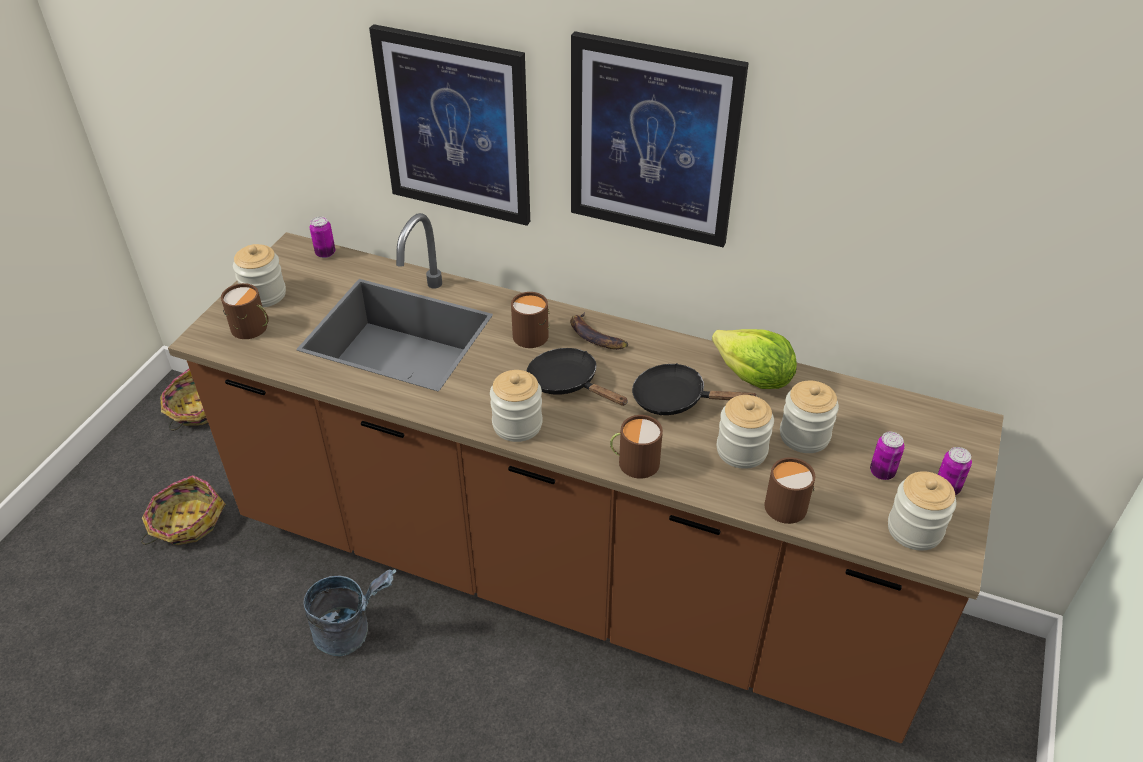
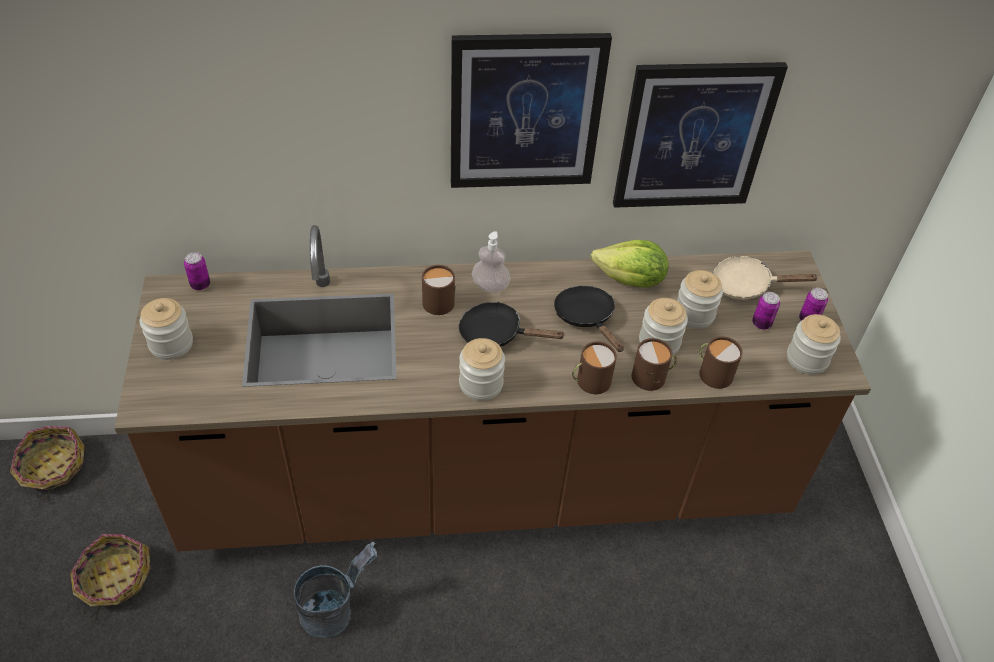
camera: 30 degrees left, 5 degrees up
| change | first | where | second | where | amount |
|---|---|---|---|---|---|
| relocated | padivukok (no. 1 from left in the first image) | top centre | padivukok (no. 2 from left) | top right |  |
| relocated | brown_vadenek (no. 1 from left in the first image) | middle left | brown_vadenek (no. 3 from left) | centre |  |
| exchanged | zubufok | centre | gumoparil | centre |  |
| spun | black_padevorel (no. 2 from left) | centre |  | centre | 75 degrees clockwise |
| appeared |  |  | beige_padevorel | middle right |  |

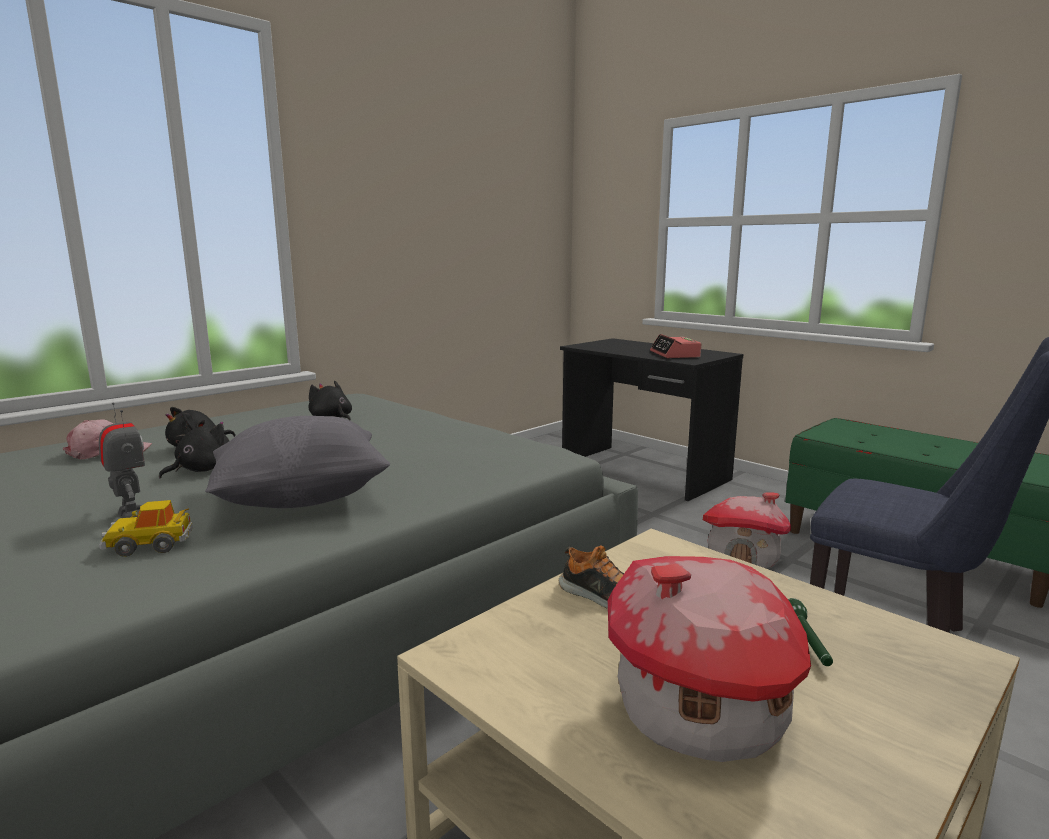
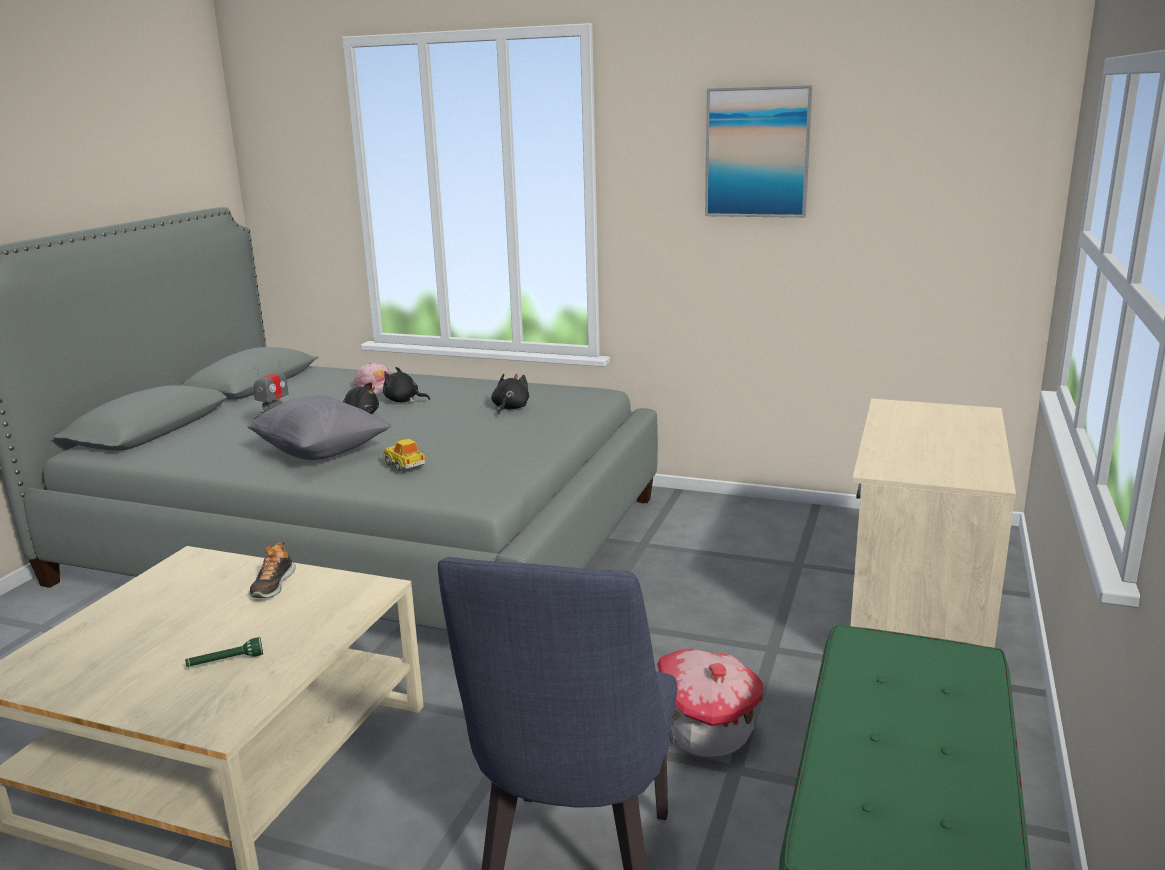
camera: 65 degrees right, 5 degrees up
| change | first | where | second | where | amount |
|---|---|---|---|---|---|
| missing | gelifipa | centre |  |  |  |
| colour | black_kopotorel | centre | beige_kopotorel | middle right |  |
| relocated | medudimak | middle left |  | centre |  |
| missing | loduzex (no. 1 from left) | bottom right |  |  |  |
| appeared |  |  | padivukok | top centre |  |

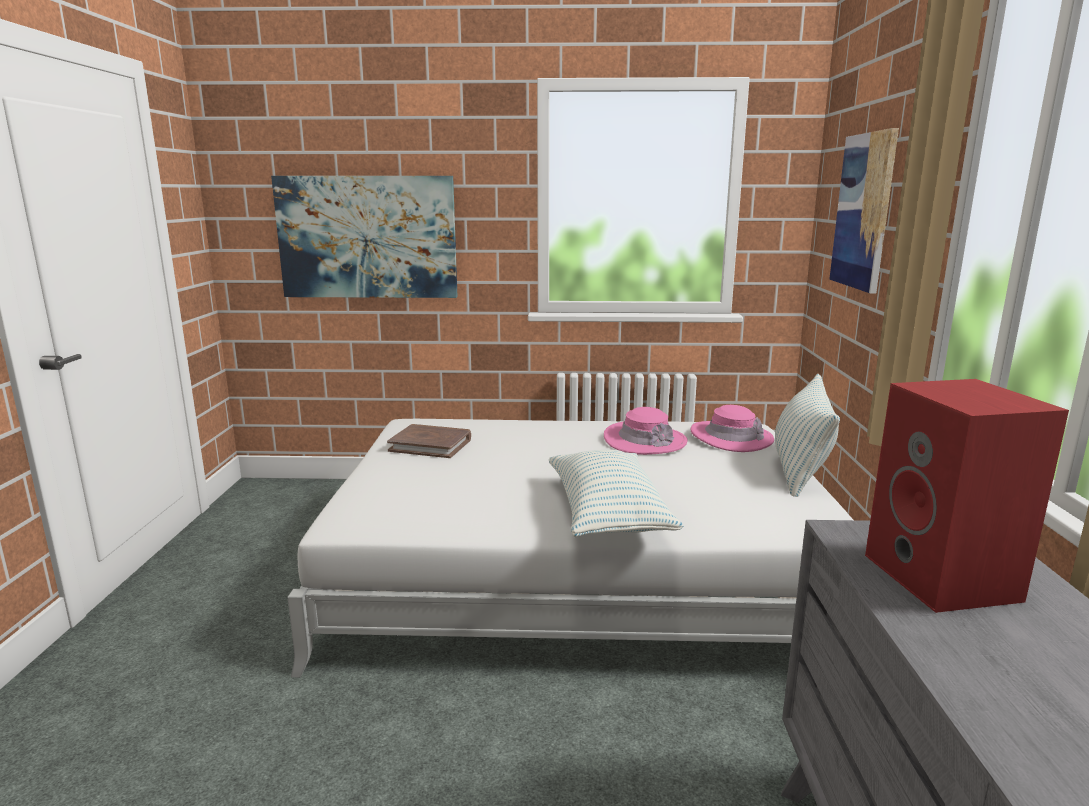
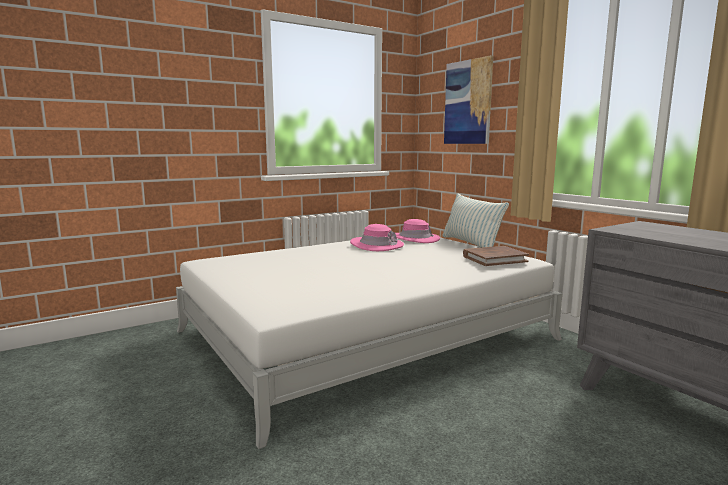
camera: 35 degrees left, 5 degrees down
| change | first | where | second | where | amount |
|---|---|---|---|---|---|
| missing | padivukok (no. 1 from left) | top centre |  |  |  |
| missing | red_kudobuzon | middle right |  |  |  |
| relocated | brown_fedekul | centre |  | middle right |  |
| missing | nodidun (no. 1 from left) | centre |  |  |  |

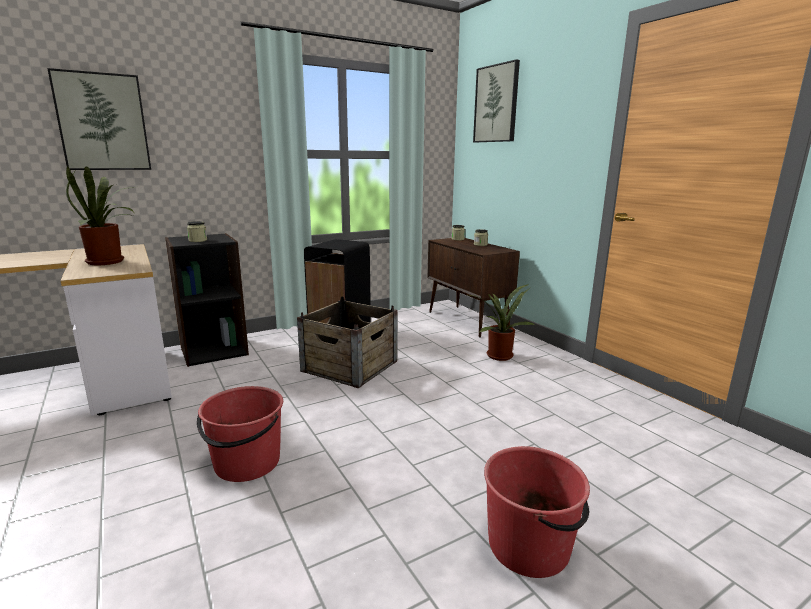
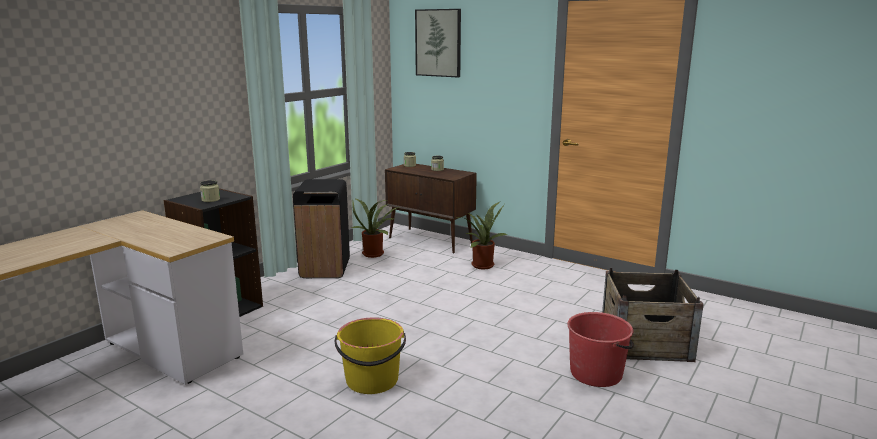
camera: 25 degrees left, 0 degrees up
| change | first | where | second | where | amount |
|---|---|---|---|---|---|
| missing | padivukok (no. 1 from left) | top left |  |  |  |
| relocated | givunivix (no. 1 from left) | middle left |  | centre |  |
| relocated | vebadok | centre |  | bottom right |  |
| colour | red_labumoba (no. 1 from left) | bottom left | yellow_labumoba | bottom centre |  |

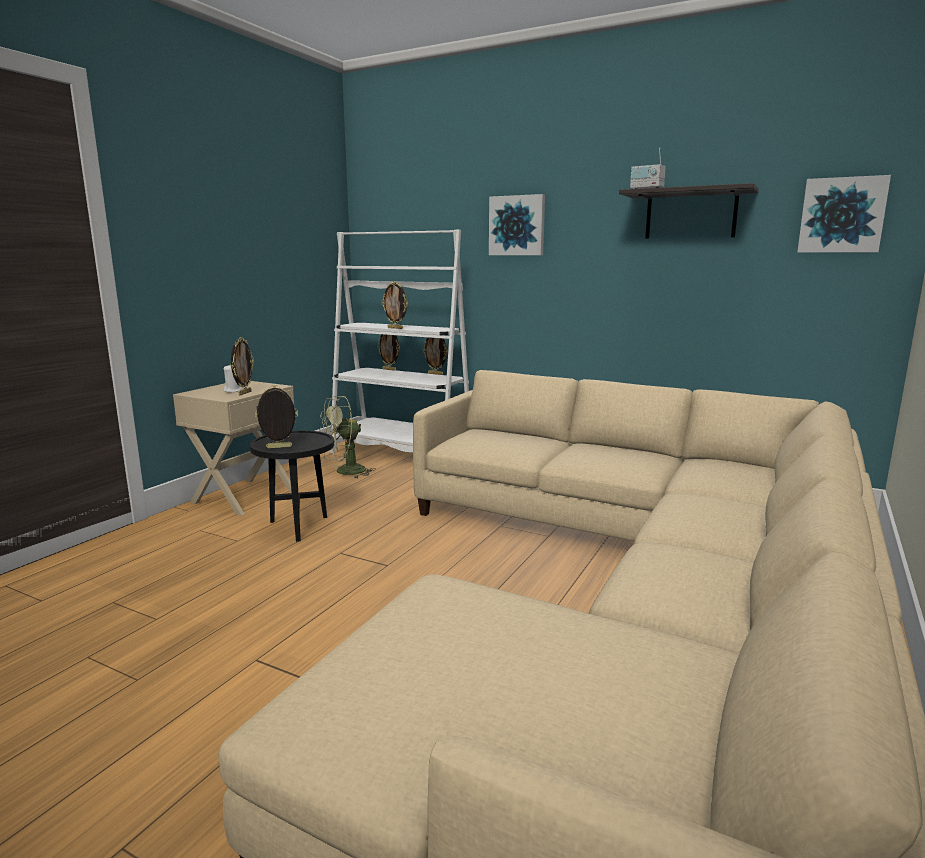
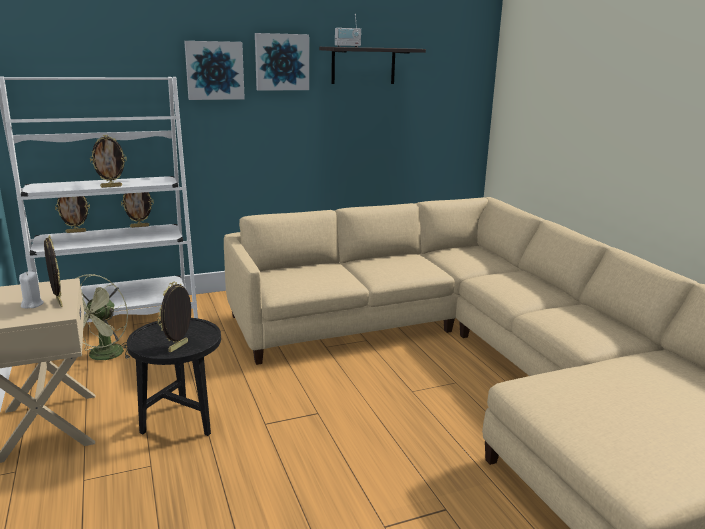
camera: 50 degrees left, 5 degrees up
| change | first | where | second | where | amount |
|---|---|---|---|---|---|
| relocated | padivukok (no. 2 from left) | top right |  | top centre |  |

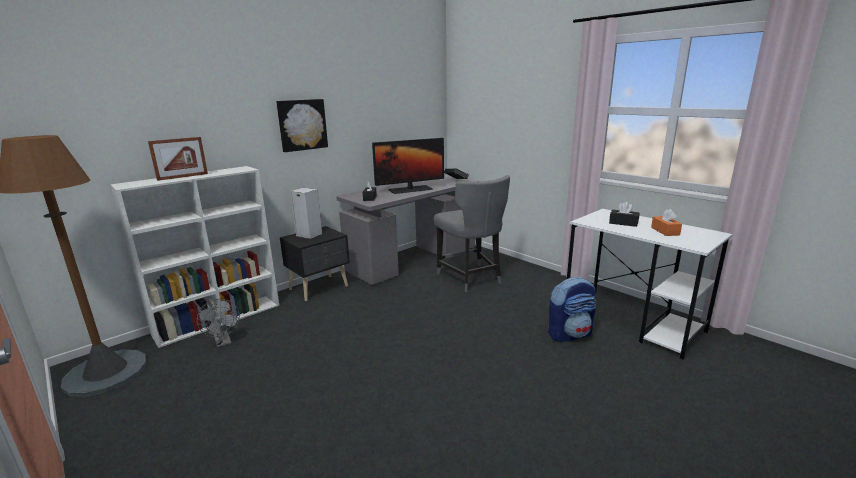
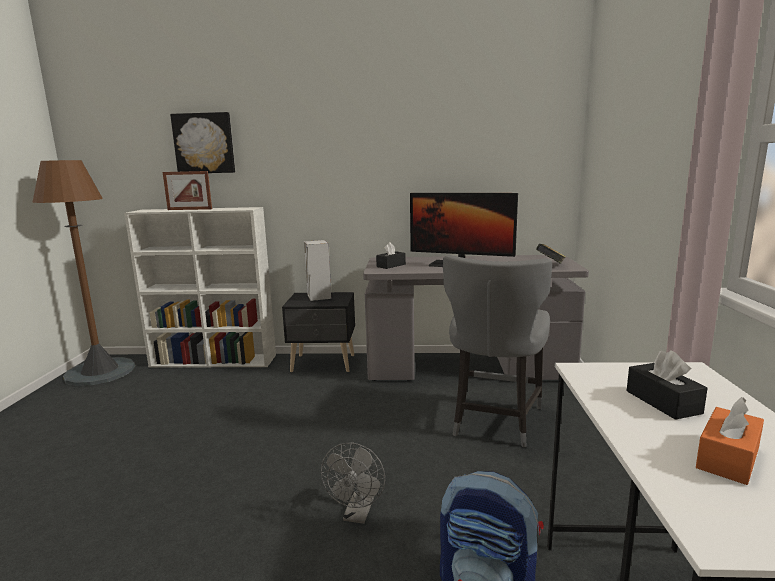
camera: 45 degrees right, 5 degrees down
| change | first | where | second | where | amount |
|---|---|---|---|---|---|
| relocated | padivukok | top centre |  | top left |  |
| relocated | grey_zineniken | bottom left |  | bottom centre |  |

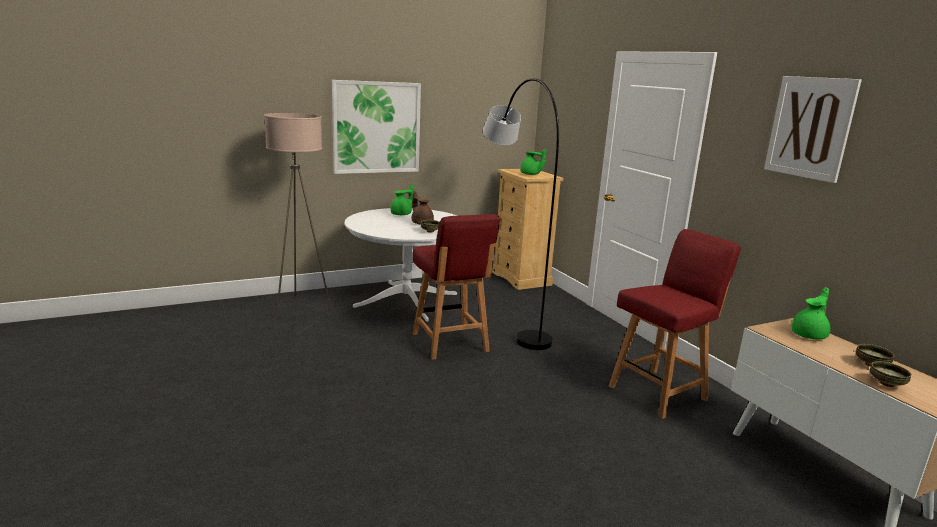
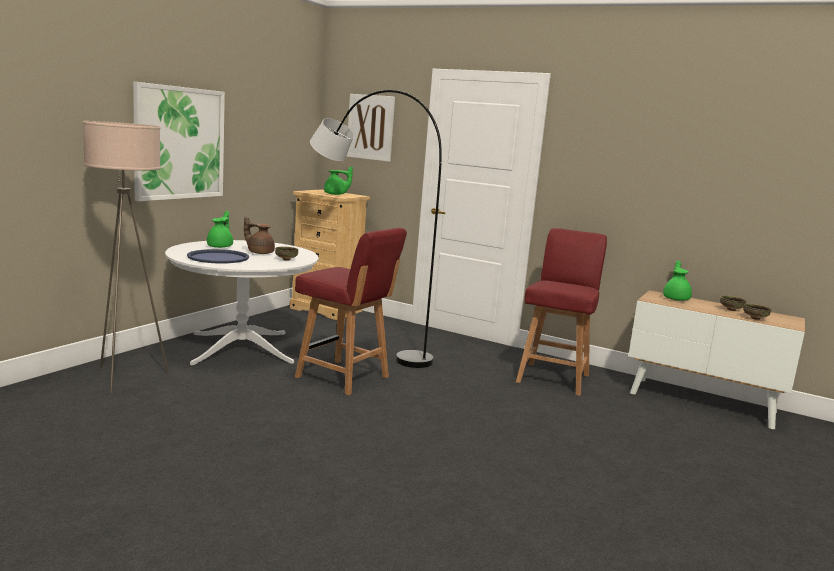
camera: 35 degrees left, 5 degrees down
| change | first | where | second | where | amount |
|---|---|---|---|---|---|
| relocated | padivukok (no. 2 from left) | top right |  | top centre |  |
| appeared |  |  | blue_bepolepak | middle left |  |

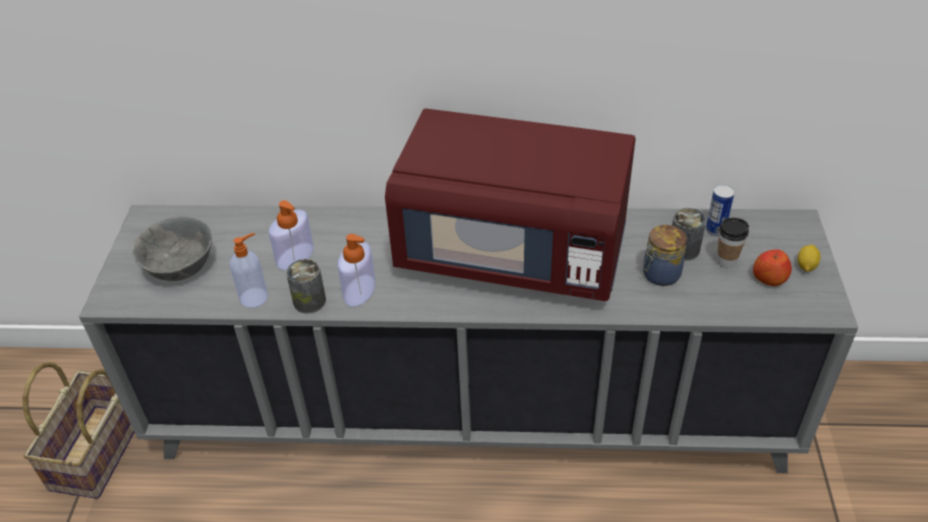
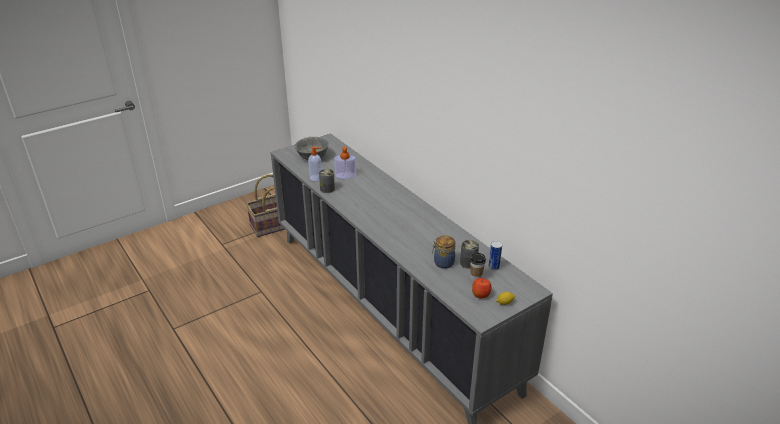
camera: 50 degrees right, 10 degrees down
| change | first | where | second | where | amount |
|---|---|---|---|---|---|
| missing | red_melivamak | centre |  |  |  |
| missing | gumoparil (no. 3 from left) | centre |  |  |  |

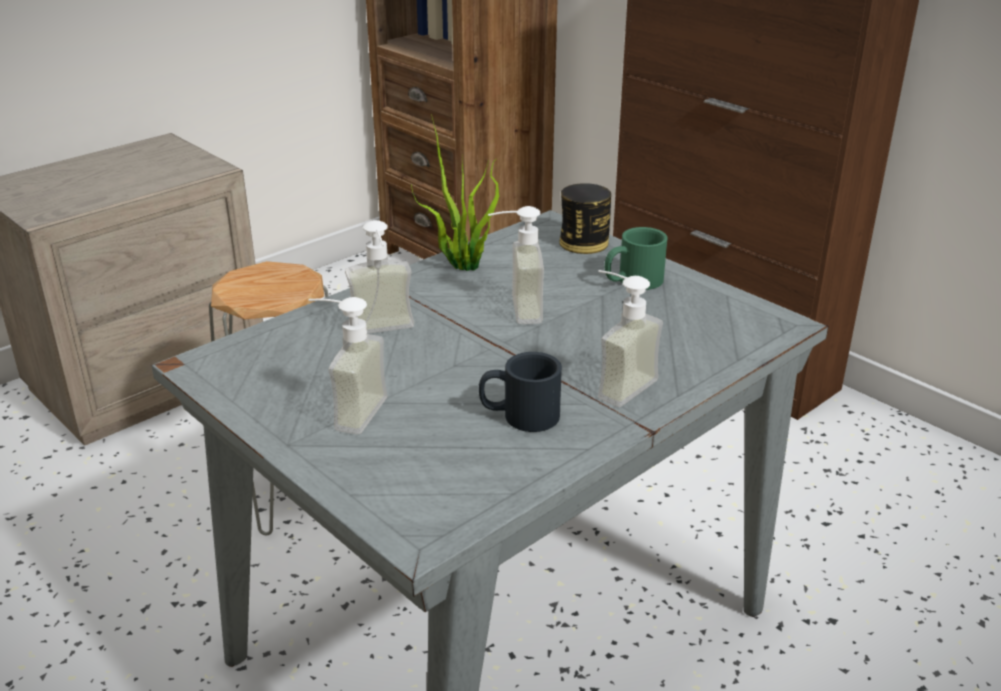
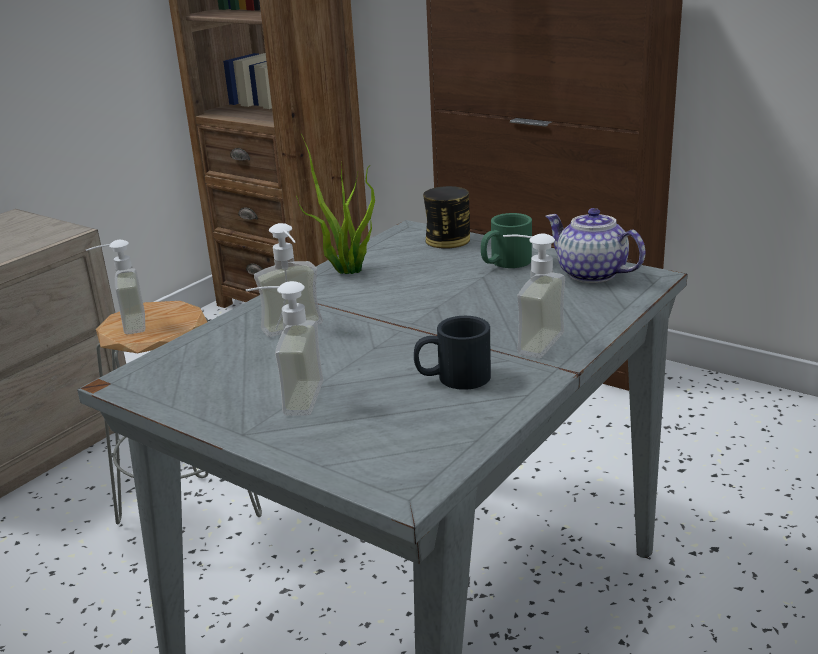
camera: 10 degrees left, 5 degrees down
| change | first | where | second | where | amount |
|---|---|---|---|---|---|
| relocated | gumoparil (no. 3 from left in the first image) | centre | gumoparil (no. 1 from left) | middle left |  |
| appeared |  |  | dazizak | middle right |  |

